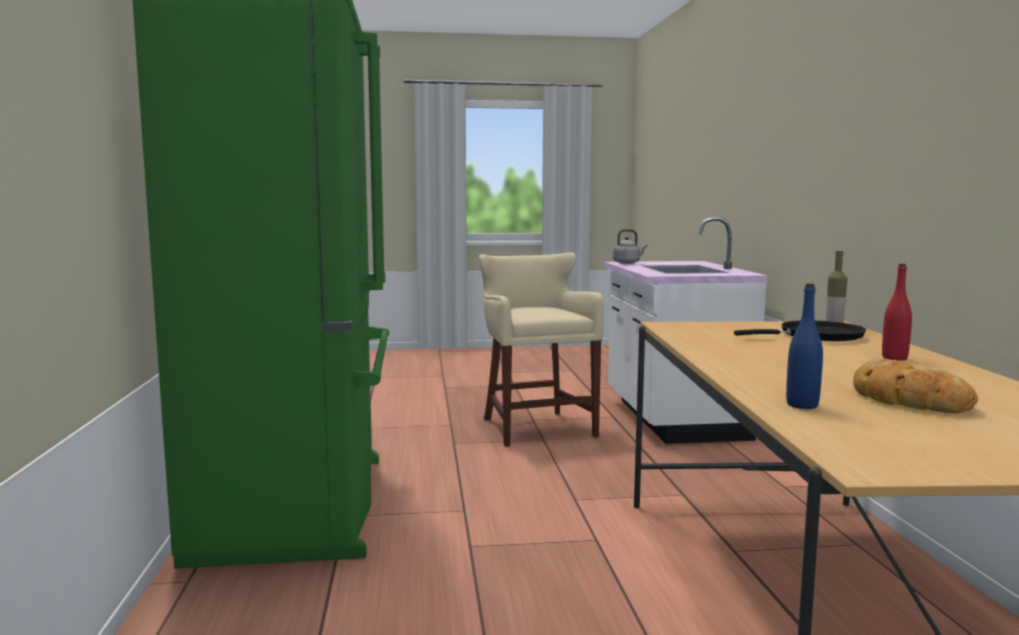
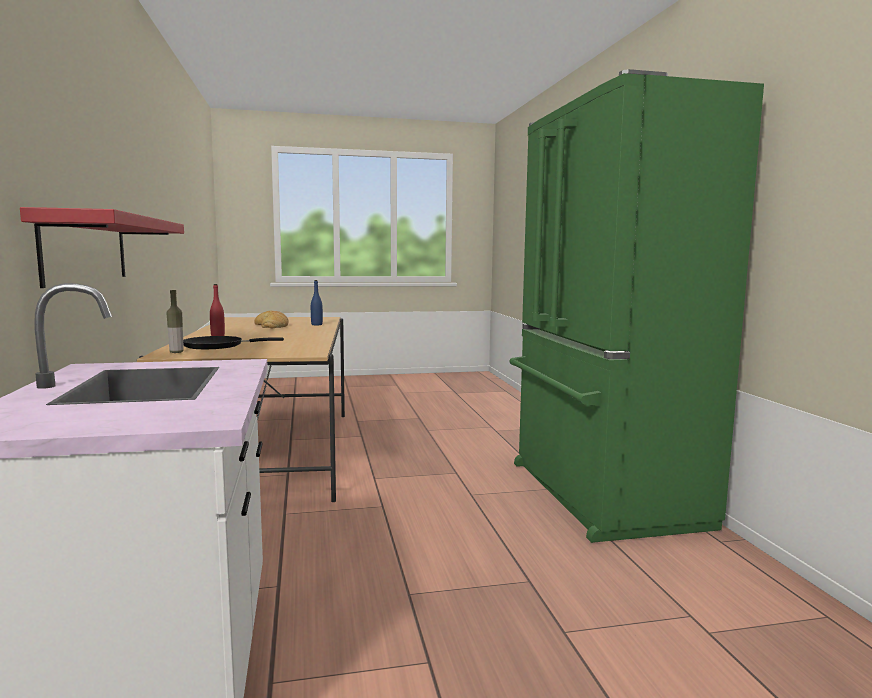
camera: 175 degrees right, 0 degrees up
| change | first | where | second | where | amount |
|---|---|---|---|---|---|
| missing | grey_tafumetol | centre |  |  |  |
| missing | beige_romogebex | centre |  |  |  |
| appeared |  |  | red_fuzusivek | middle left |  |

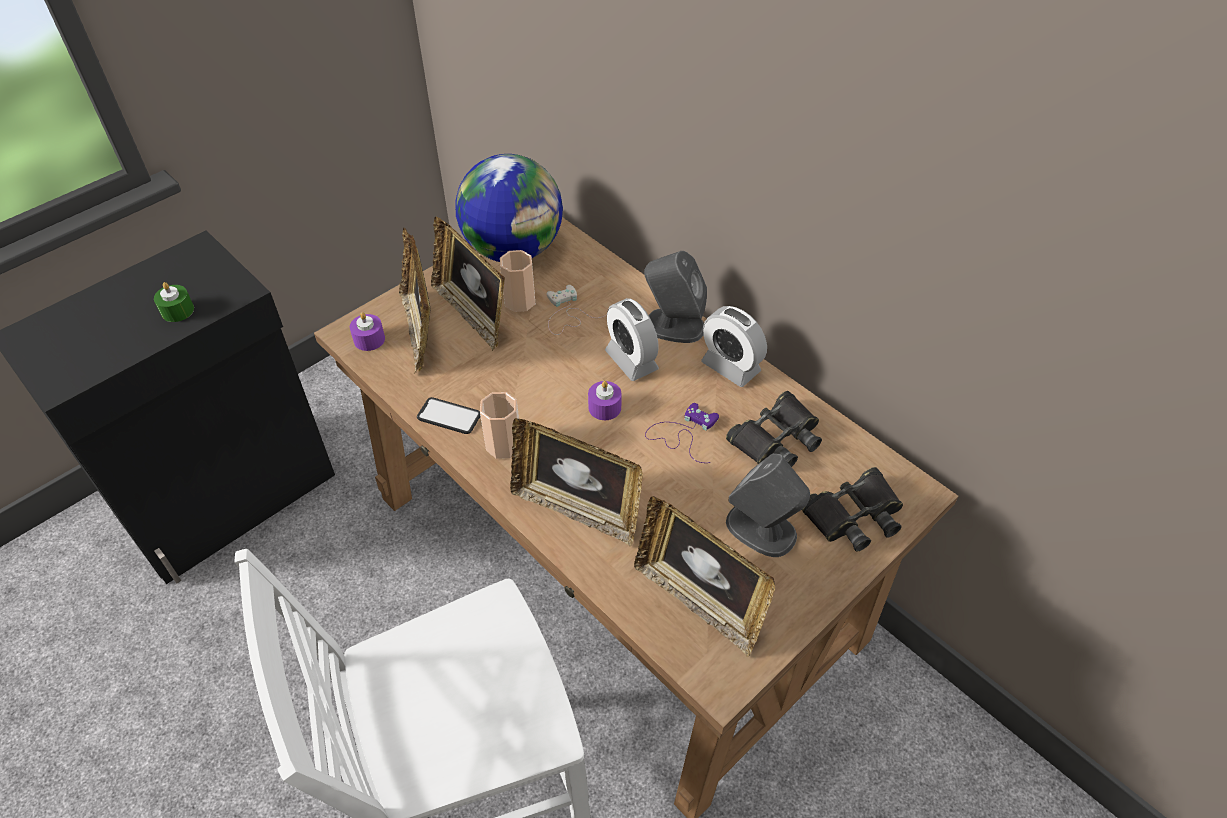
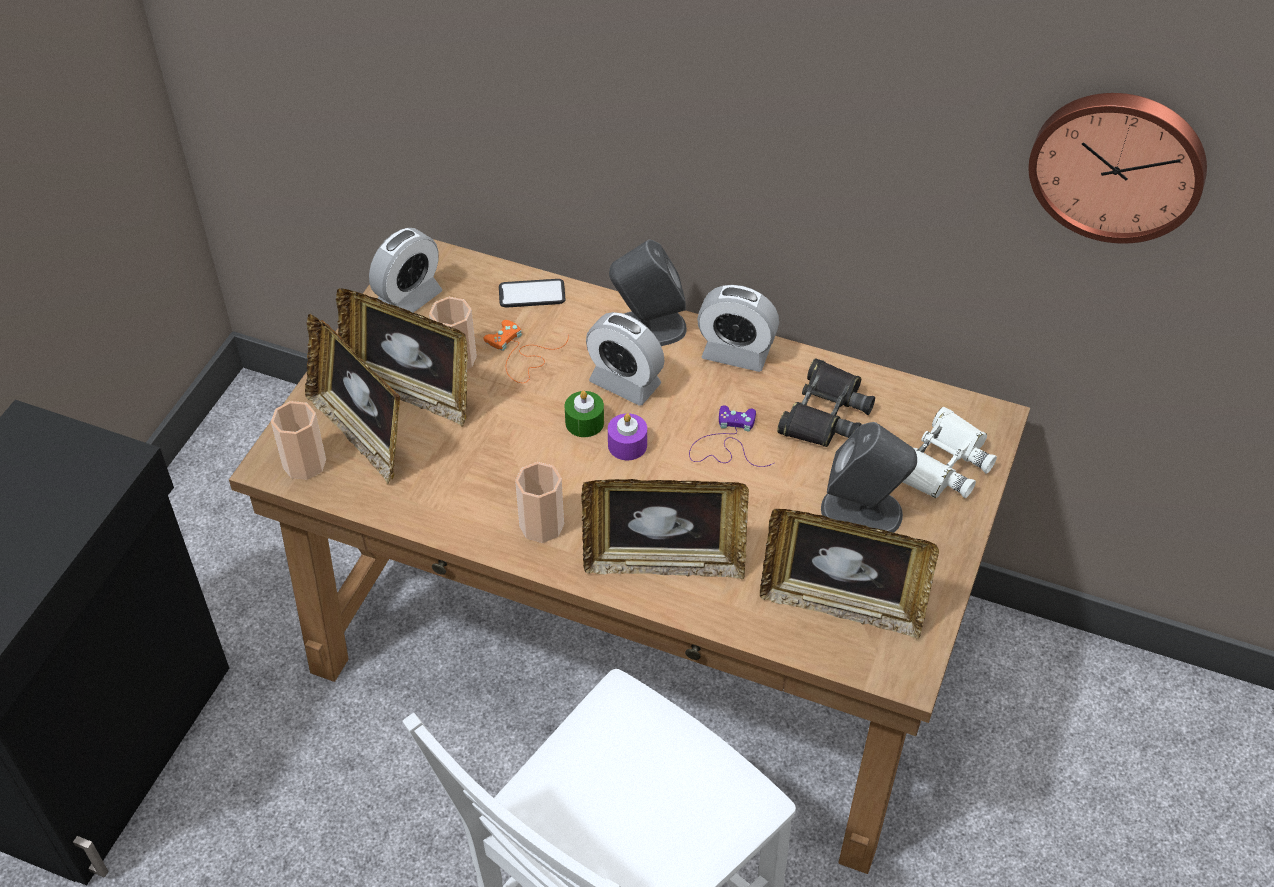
camera: 25 degrees left, 0 degrees up
| change | first | where | second | where | amount |
|---|---|---|---|---|---|
| exchanged | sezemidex | top centre | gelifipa (no. 1 from left) | top left |  |
| relocated | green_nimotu | middle left |  | centre |  |
| colour | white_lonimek | centre | orange_lonimek | centre |  |
| exchanged | purple_nimotu (no. 1 from left) | middle left | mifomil (no. 1 from left) | middle left |  |
| relocated | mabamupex | centre |  | top centre |  |
| colour | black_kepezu (no. 2 from left) | middle right | white_kepezu | middle right |  |
| appeared |  |  | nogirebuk | top right |  |

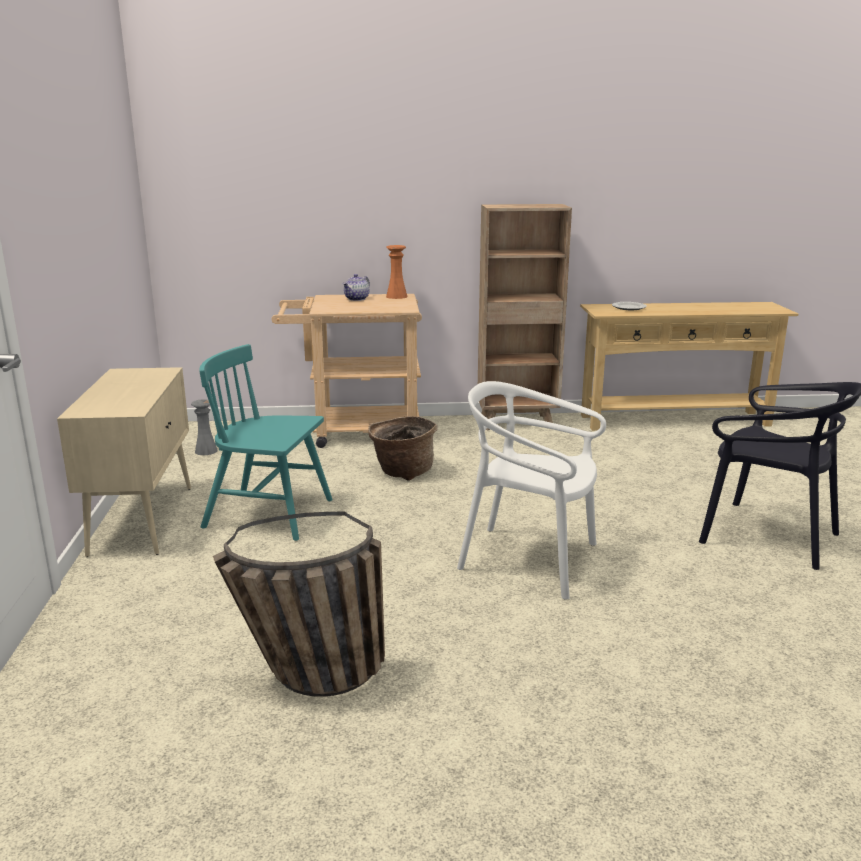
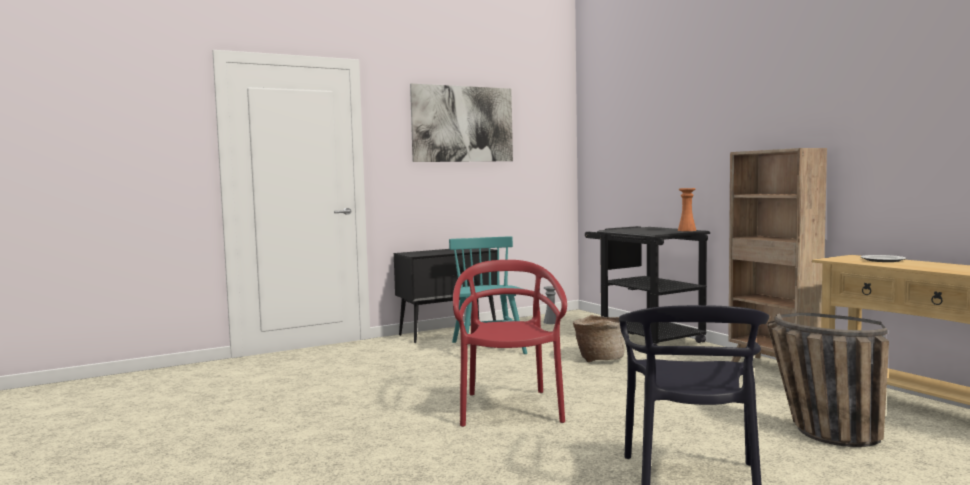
camera: 65 degrees right, 15 degrees down
| change | first | where | second | where | amount |
|---|---|---|---|---|---|
| missing | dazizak | centre |  |  |  |
| colour | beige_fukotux | centre | black_fukotux | middle right |  |
| colour | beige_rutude | middle left | black_rutude | centre |  |
| colour | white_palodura | centre | red_palodura | bottom centre |  |
| relocated | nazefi (no. 1 from left in the first image) | bottom centre | nazefi (no. 2 from left) | bottom right |  |
| appeared |  |  | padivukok | top centre |  |

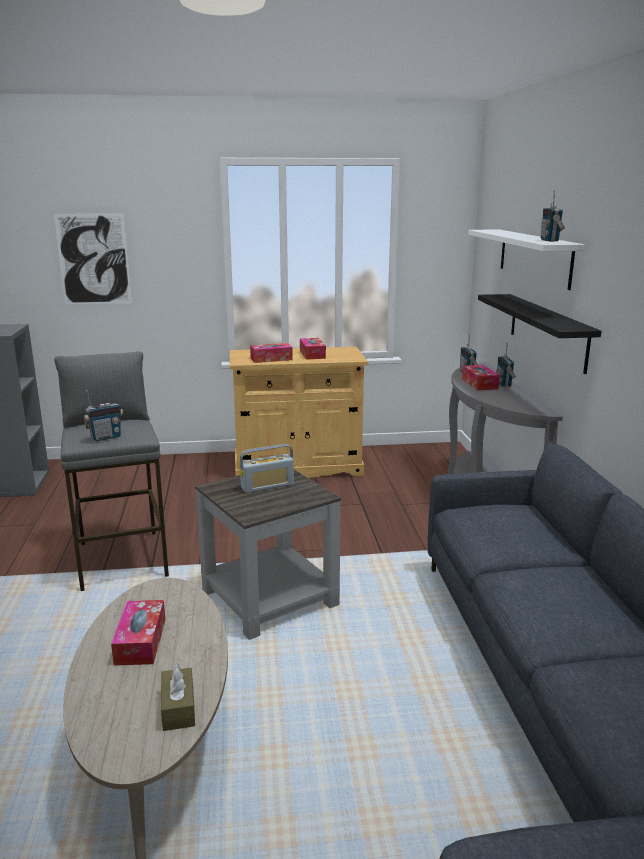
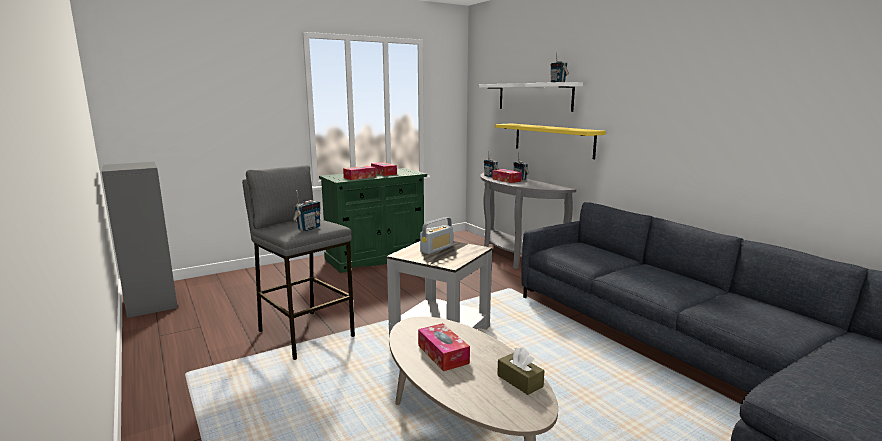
camera: 25 degrees left, 5 degrees down
| change | first | where | second | where | amount |
|---|---|---|---|---|---|
| missing | padivukok | top left |  |  |  |
| colour | black_fuzusivek | middle right | yellow_fuzusivek | top centre |  |
| colour | beige_rutude | centre | green_rutude | centre |  |

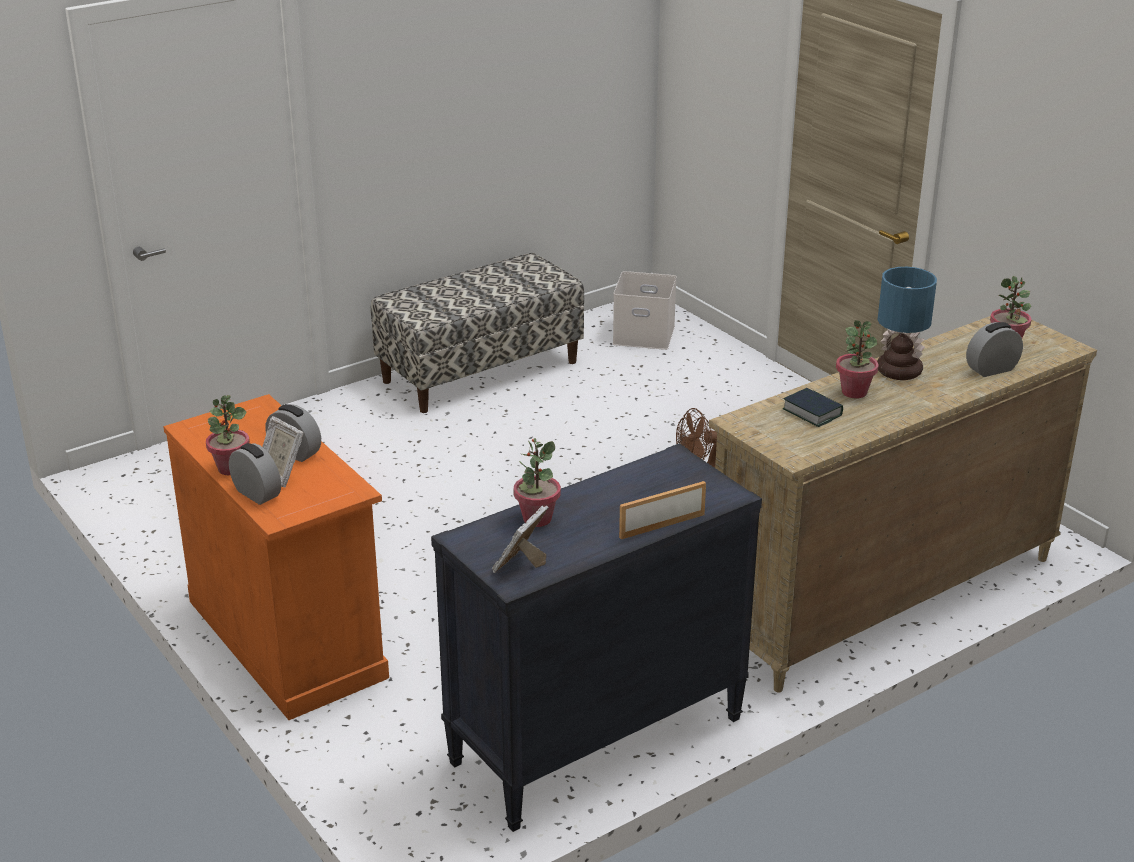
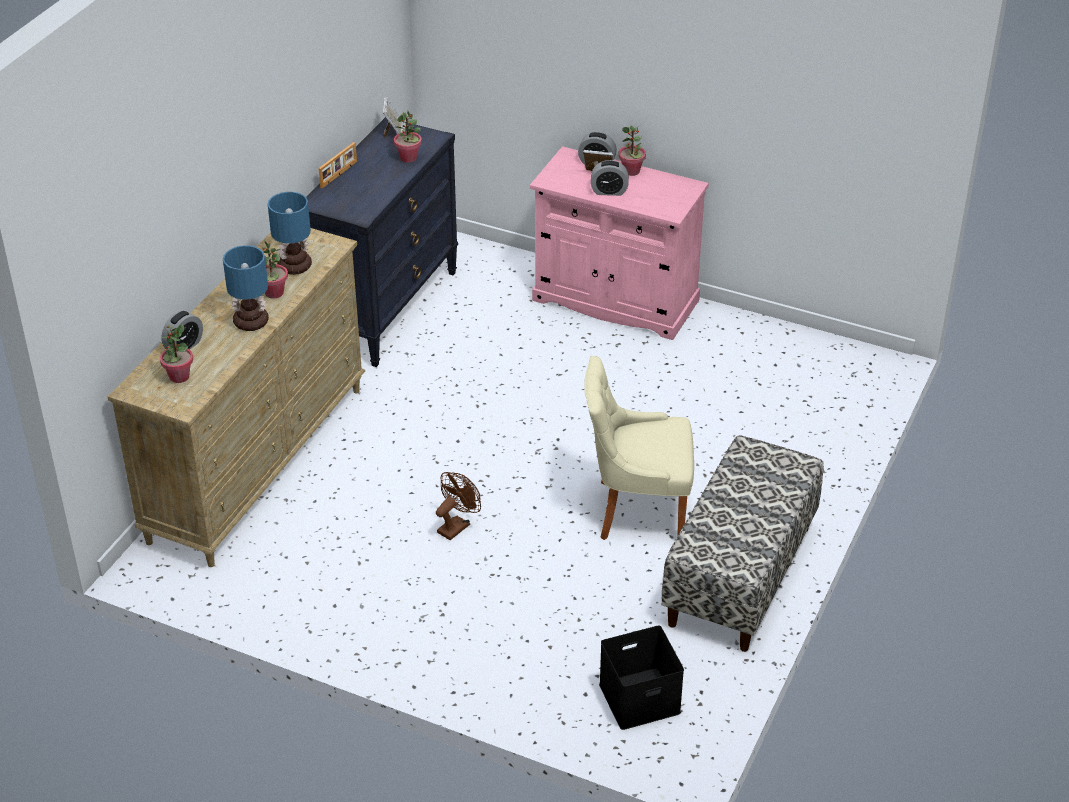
camera: 150 degrees right, 10 degrees up
| change | first | where | second | where | amount |
|---|---|---|---|---|---|
| colour | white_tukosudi | centre | black_tukosudi | bottom centre |  |
| exchanged | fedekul | middle right | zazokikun (no. 2 from left) | top left |  |
| colour | orange_rutude | middle left | pink_rutude | top centre |  |
| appeared |  |  | beige_palodura | centre |  |

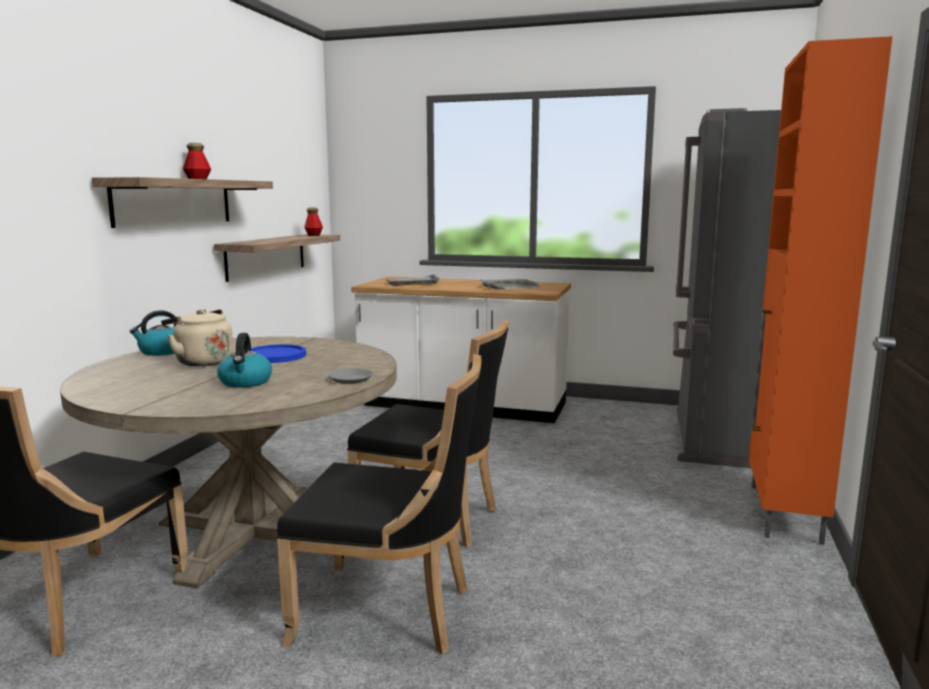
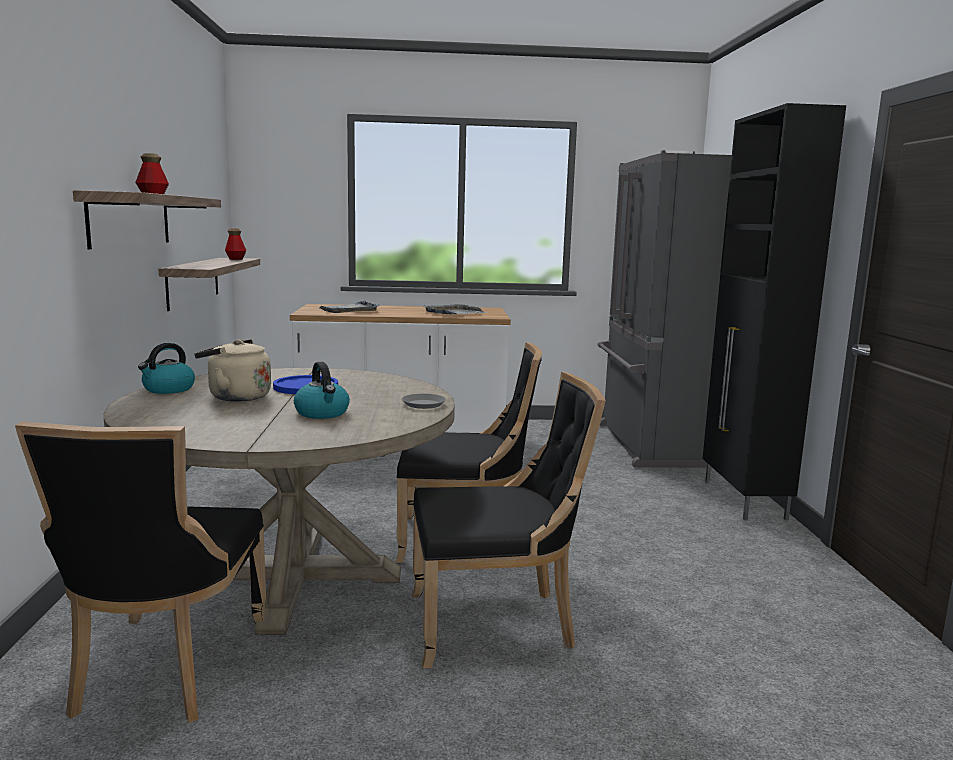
camera: 20 degrees left, 0 degrees up
| change | first | where | second | where | amount |
|---|---|---|---|---|---|
| colour | orange_rutude | middle right | black_rutude | middle right |  |

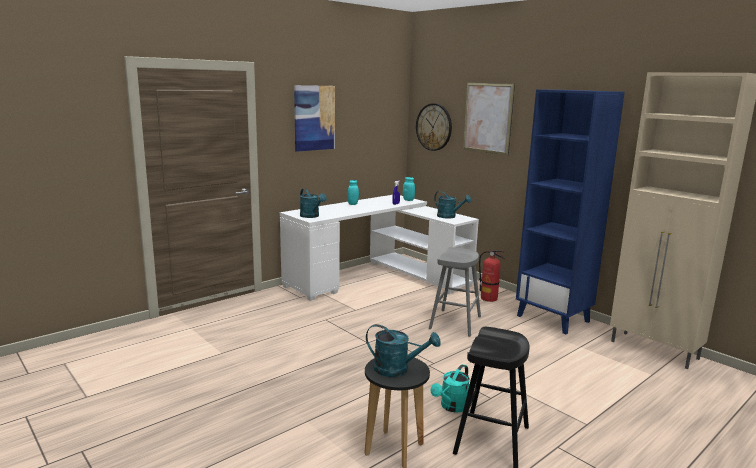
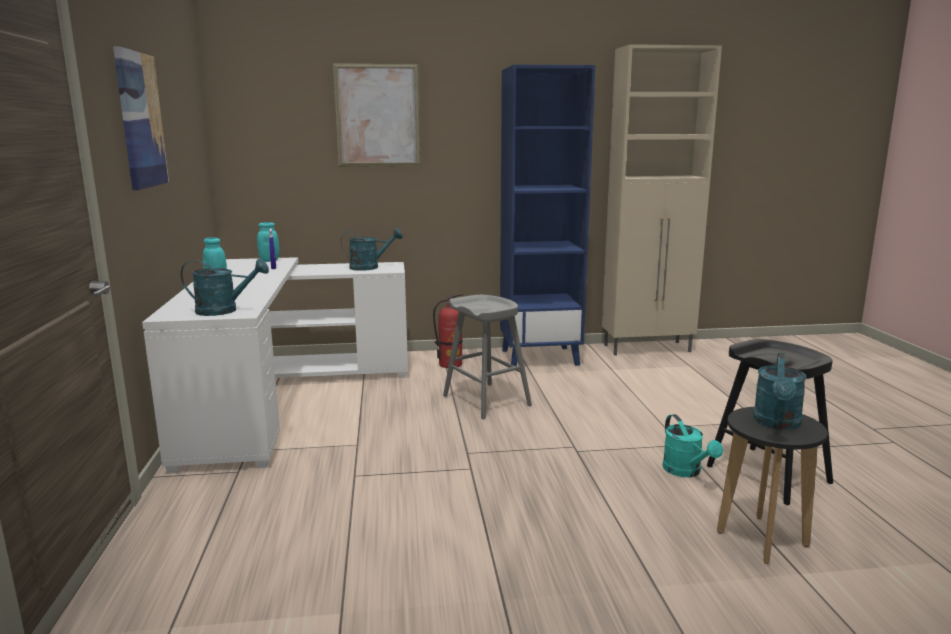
camera: 55 degrees left, 0 degrees up
| change | first | where | second | where | amount |
|---|---|---|---|---|---|
| missing | nogirebuk | top centre |  |  |  |
| spun | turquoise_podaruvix (no. 2 from left in the first image) | bottom centre | turquoise_podaruvix (no. 4 from left) | middle right | 150 degrees clockwise |

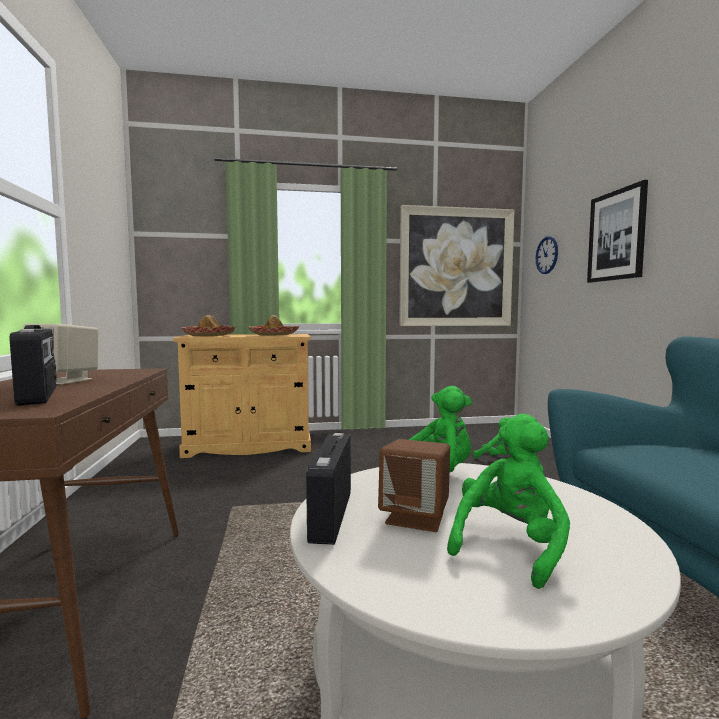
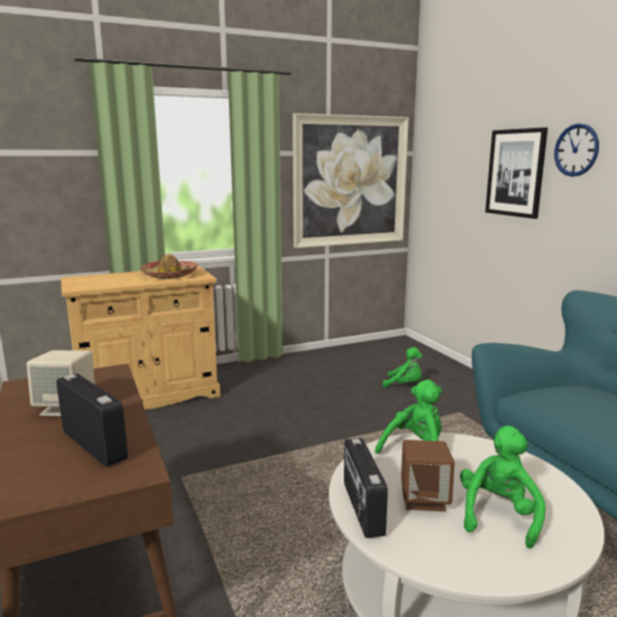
camera: 15 degrees left, 10 degrees up
| change | first | where | second | where | amount |
|---|---|---|---|---|---|
| relocated | nogirebuk | middle right |  | top right |  |
| missing | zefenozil (no. 1 from left) | middle left |  |  |  |

